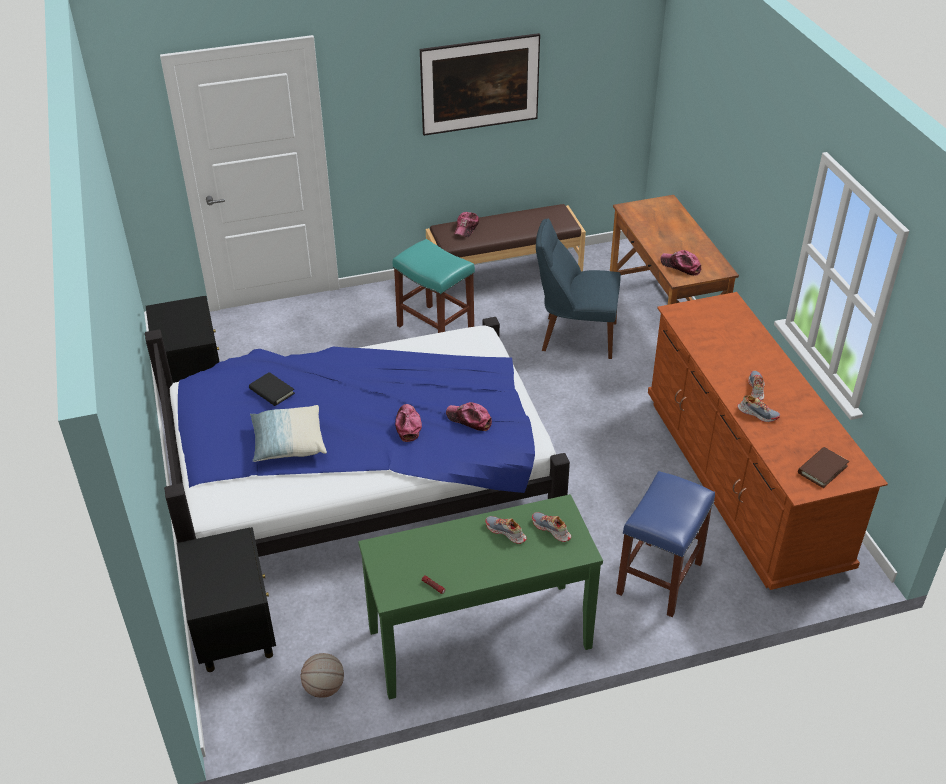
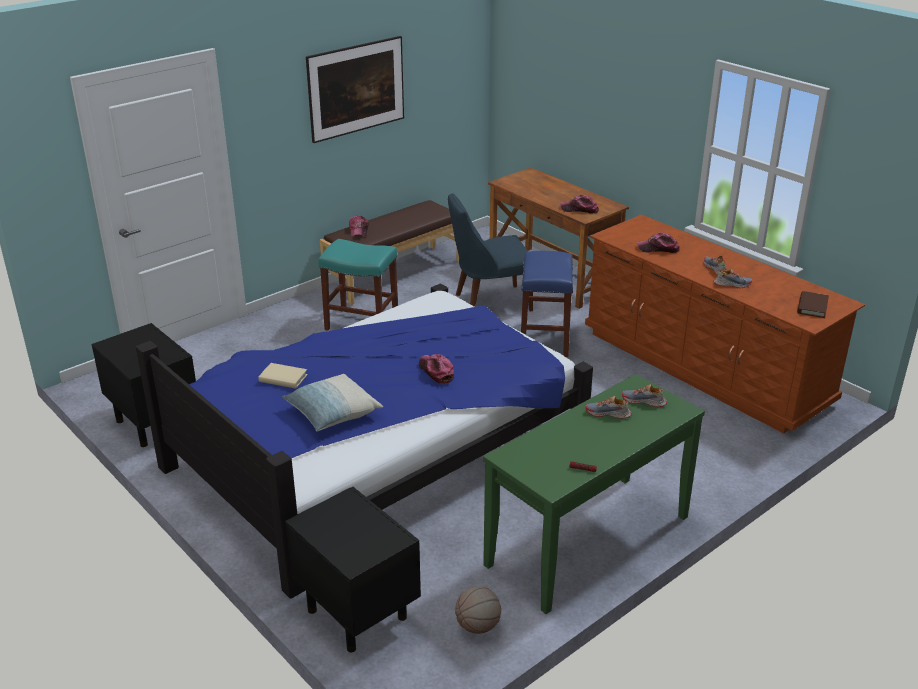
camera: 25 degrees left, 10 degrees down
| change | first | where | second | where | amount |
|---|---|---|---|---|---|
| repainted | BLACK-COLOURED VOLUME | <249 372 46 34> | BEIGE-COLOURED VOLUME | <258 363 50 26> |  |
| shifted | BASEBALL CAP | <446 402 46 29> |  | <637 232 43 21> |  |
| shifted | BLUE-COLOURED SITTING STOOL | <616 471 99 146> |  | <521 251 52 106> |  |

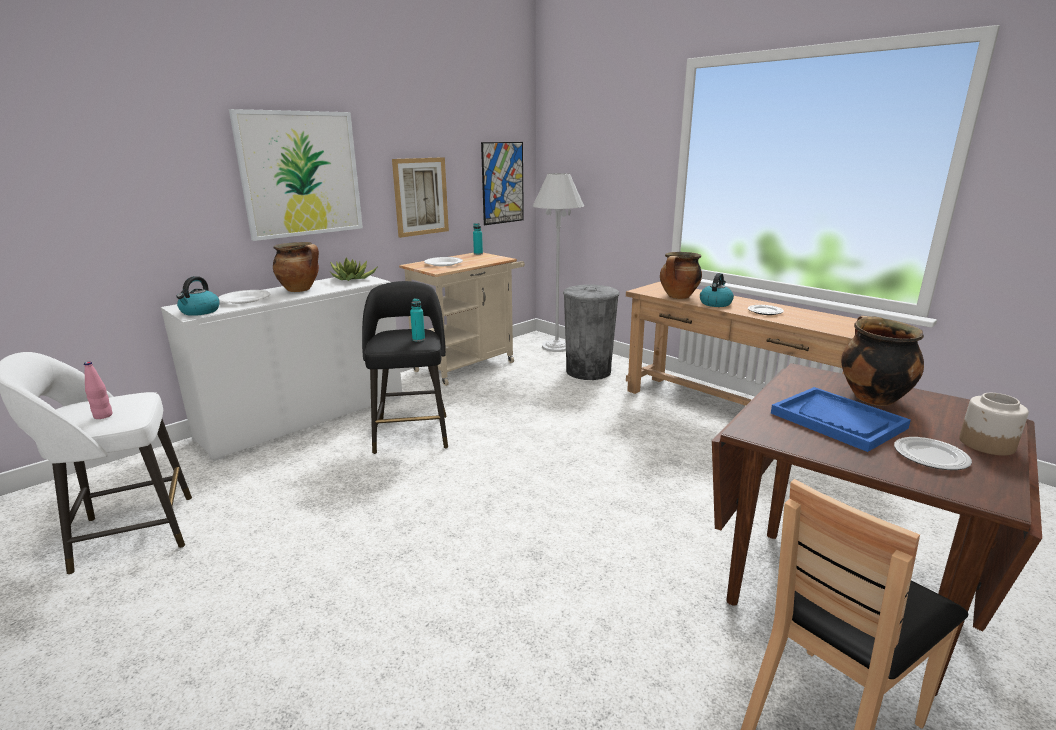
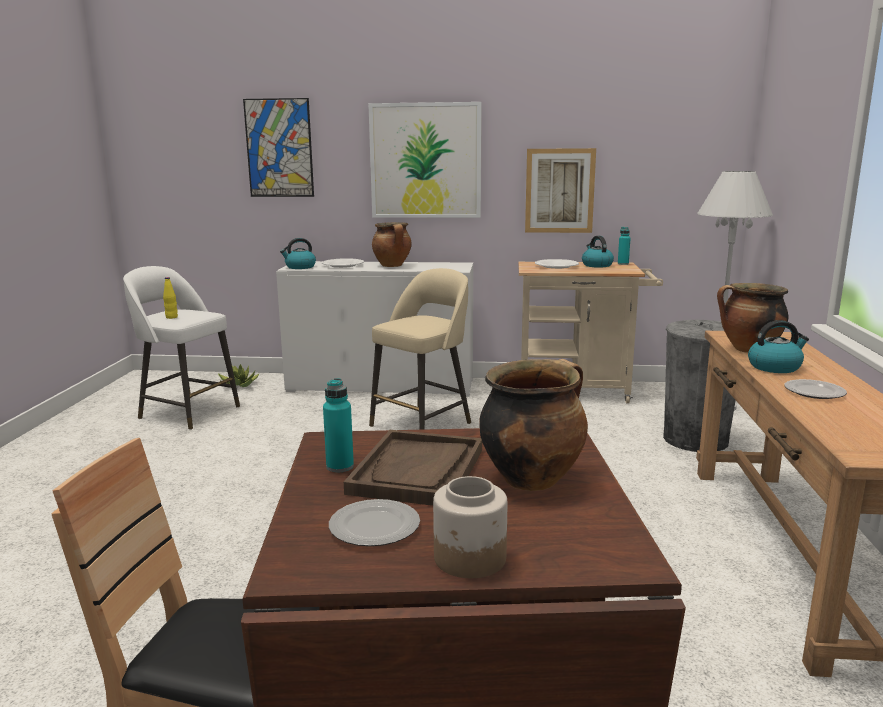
camera: 50 degrees right, 5 degrees down
| change | first | where | second | where | amount |
|---|---|---|---|---|---|
| repainted | PINK-COLOURED BEVERAGE BOTTLE | <84 362 28 57> | YELLOWISH BEVERAGE BOTTLE | <163 277 15 42> |  |
| shifted | POTTED PLANT | <330 258 48 23> |  | <218 364 42 23> |  |
| repainted | BLACK-COLOURED SITTING STOOL | <362 281 86 173> | BEIGE-COLOURED SITTING STOOL | <369 268 102 162> |  |
| shifted | TURQUOISE-COLOURED BEVERAGE BOTTLE | <410 298 15 44> |  | <323 378 31 94> |  |
| shifted | WALL PICTURE | <481 142 43 83> |  | <243 98 71 99> |  |
| repainted | BLUE-COLOURED CARRYING TRAY | <771 387 140 65> | BROWN CARRYING TRAY | <344 430 138 76> |  |
| new |  |  | KETTLE | <582 236 32 32> |  |

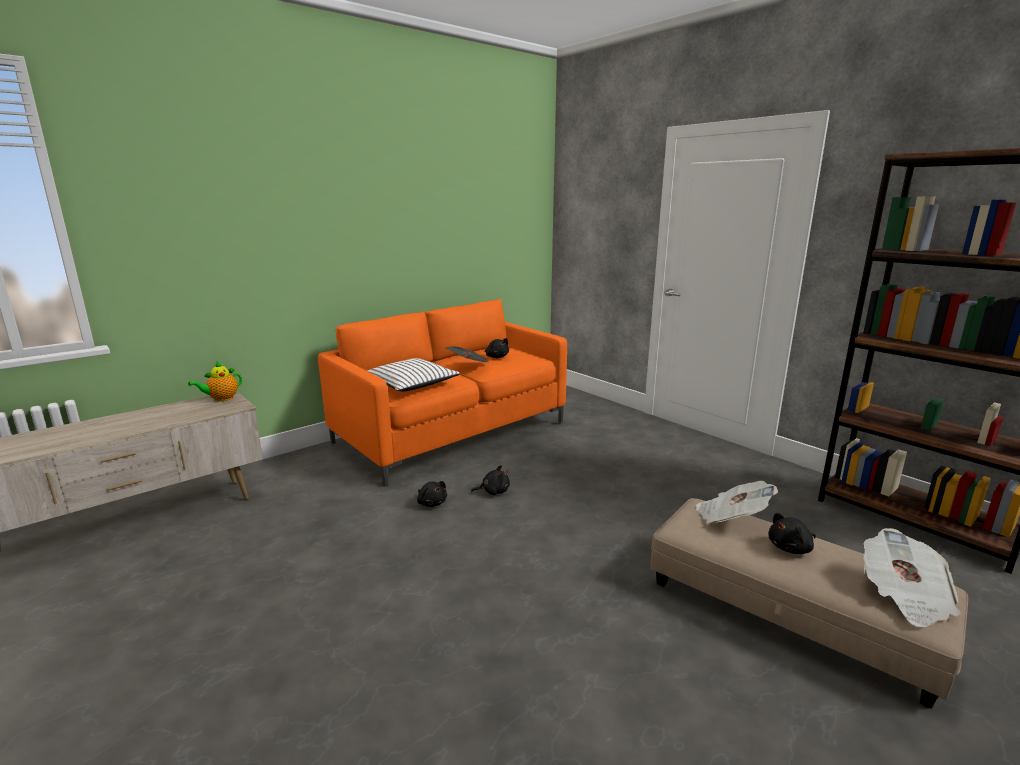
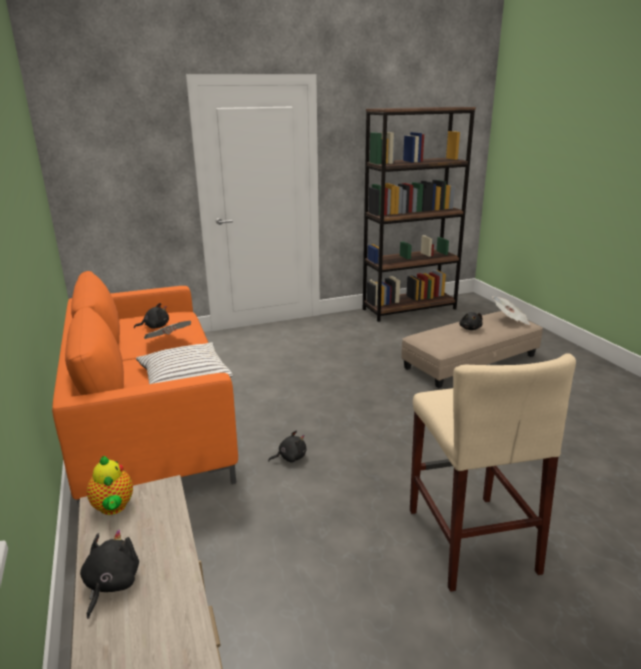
camera: 70 degrees left, 5 degrees up
| change | first | where | second | where | amount |
|---|---|---|---|---|---|
| shifted | BLACK-COLOURED CUDDLY TOY | <471 465 39 30> |  | <80 529 59 90> |  |
| gone | PRINTED PAPER | <695 481 83 43> |  |  |  |
| new |  |  | BEIGE-COLOURED SITTING STOOL | <410 354 166 238> |  |

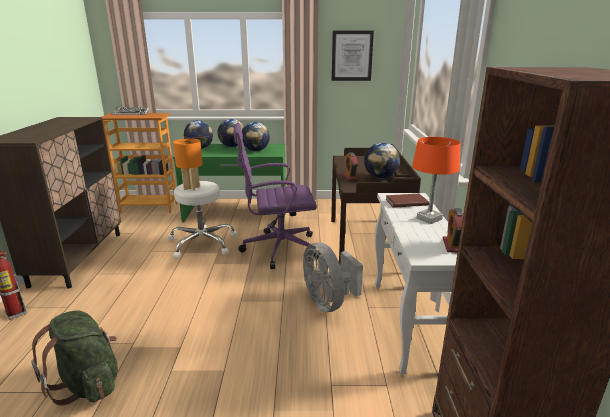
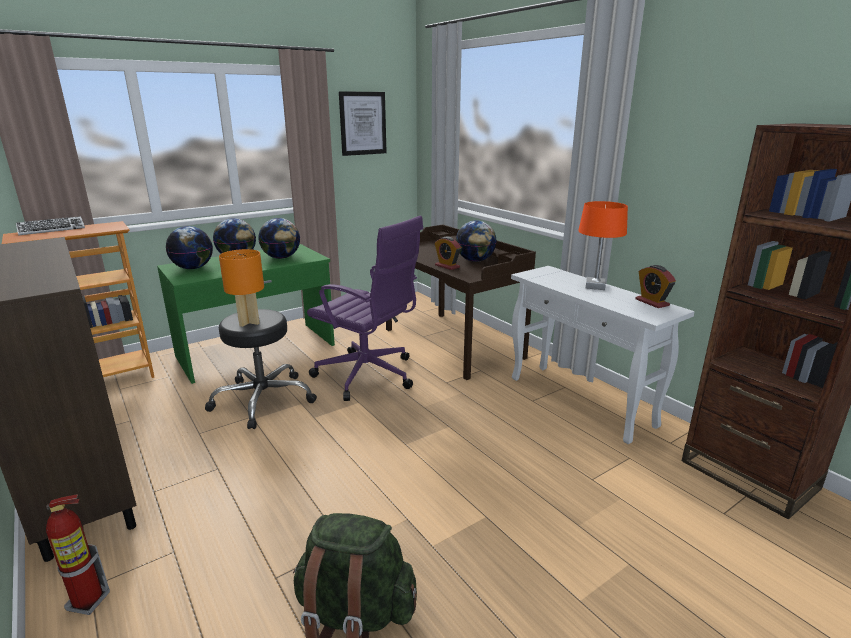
camera: 35 degrees left, 0 degrees up
| change | first | where | second | where | amount |
|---|---|---|---|---|---|
| repainted | WHITISH SITTING STOOL | <168 181 70 78> | BLACK-COLOURED SITTING STOOL | <205 309 112 120> |  |
| rotated | PURPLE-COLOURED COMPUTER CHAIR | <234 123 87 146> |  | <307 216 116 185> | 105 degrees counterclockwise |
| gone | GREYISH FAN | <303 242 60 70> |  |  |  |
| gone | BROWN VOLUME | <385 194 44 14> |  |  |  |

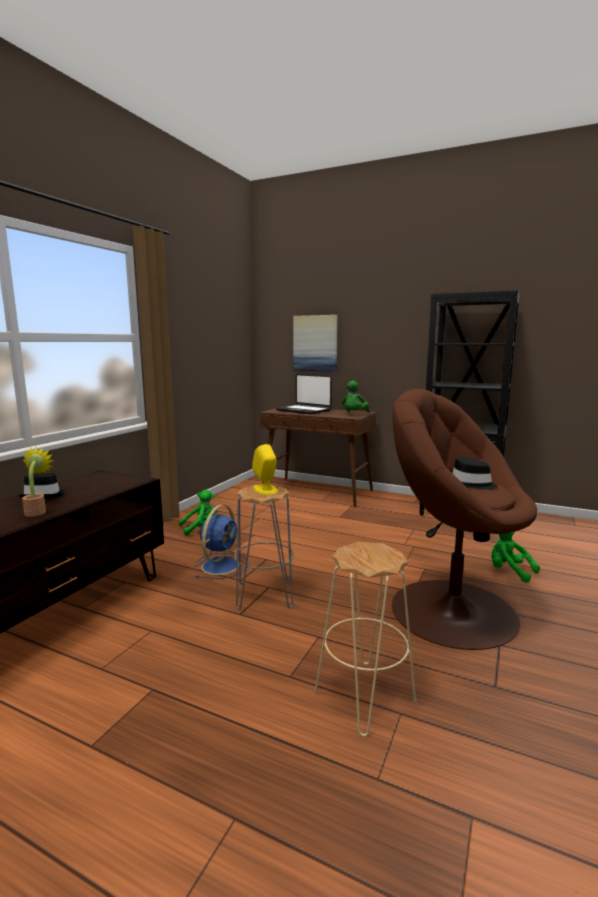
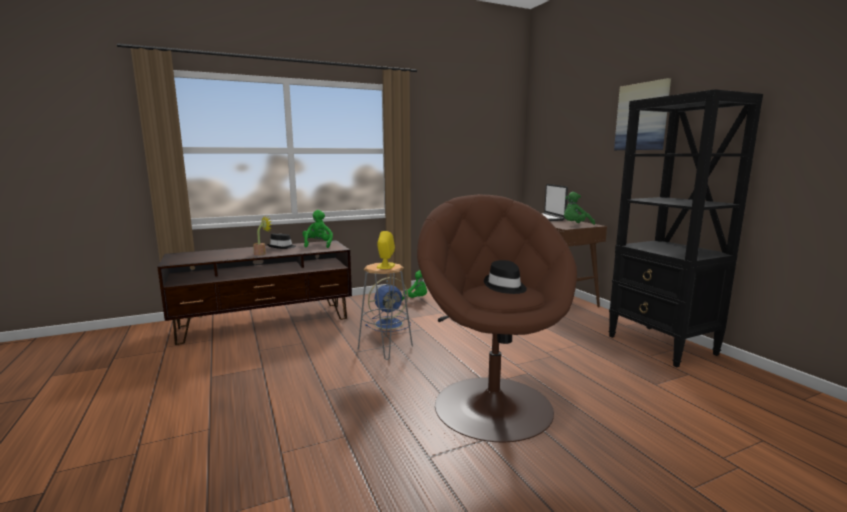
camera: 40 degrees right, 0 degrees up
| change | first | where | second | where | amount |
|---|---|---|---|---|---|
| shifted | WALL PICTURE | <293 315 45 57> |  | <614 78 57 72> |  |
| gone | BEIGE-COLOURED SITTING STOOL | <315 542 101 195> |  |  |  |
| shifted | GREEN CUDDLY TOY | <491 532 49 50> |  | <302 210 31 38> |  |

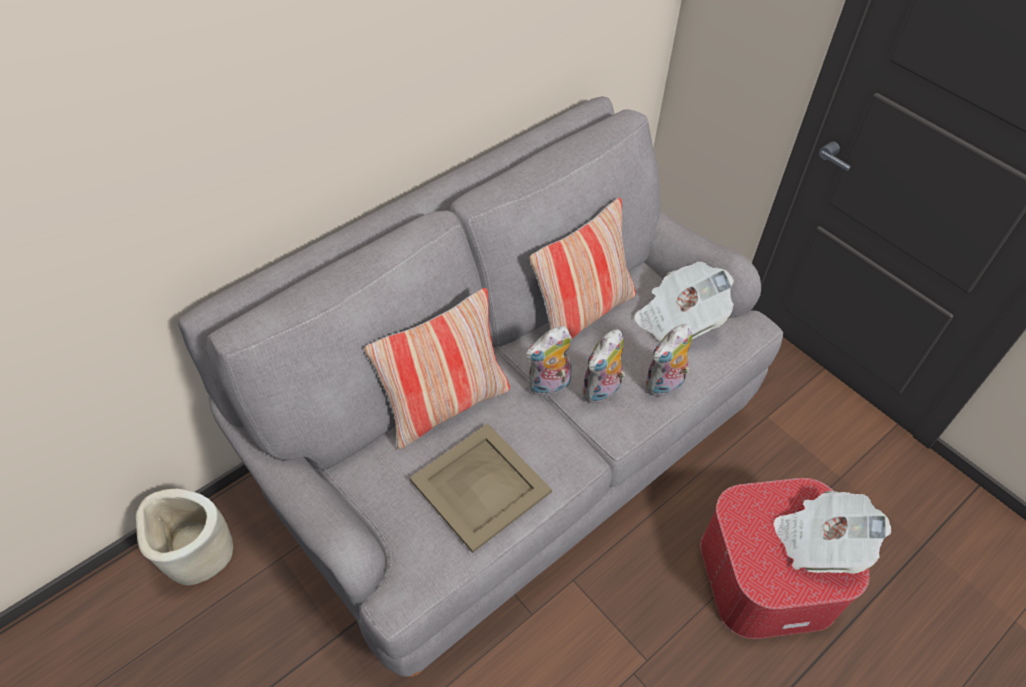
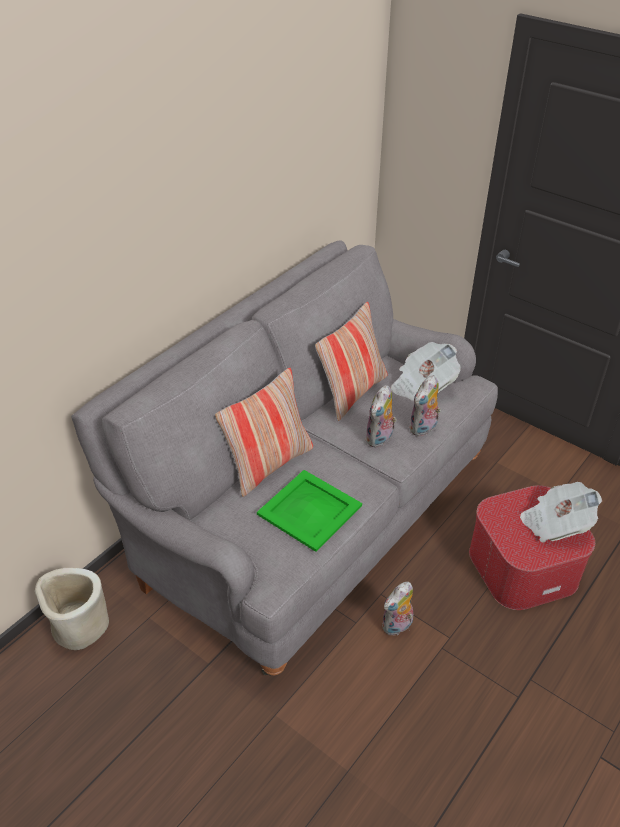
camera: 10 degrees left, 10 degrees down
| change | first | where | second | where | amount |
|---|---|---|---|---|---|
| repainted | BEIGE-COLOURED CARRYING TRAY | <410 424 142 129> | GREEN CARRYING TRAY | <257 470 105 82> |  |
| shifted | CUDDLY TOY | <525 326 47 71> |  | <382 582 31 54> |  |

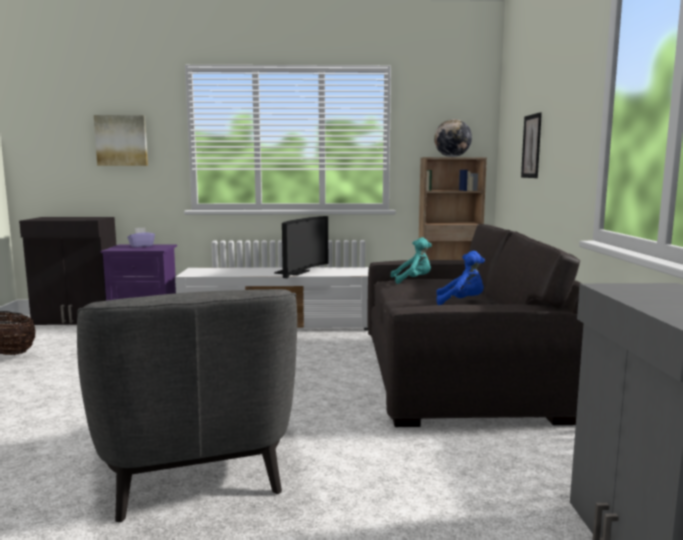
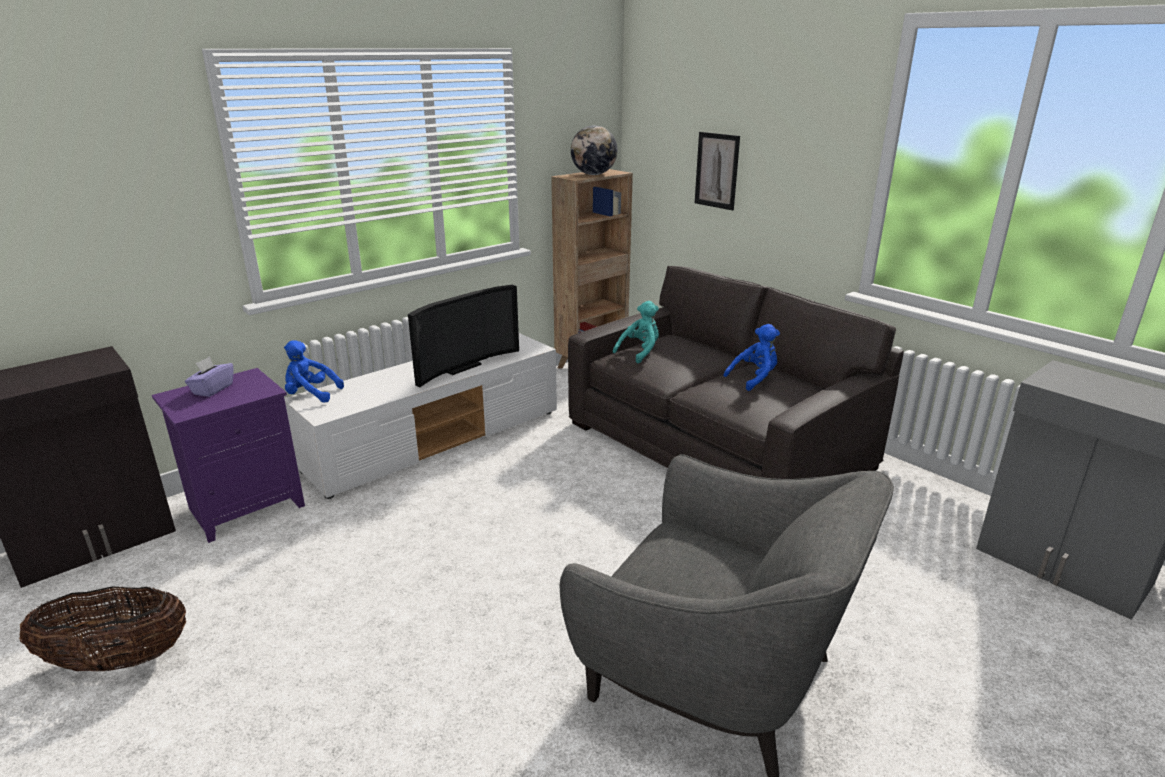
camera: 40 degrees left, 15 degrees up
| change | first | where | second | where | amount |
|---|---|---|---|---|---|
| gone | WALL PICTURE | <94 115 54 51> |  |  |  |
| rotated | TV | <274 216 54 62> |  | <408 285 111 103> | 60 degrees clockwise |
| new |  |  | BLUE-COLOURED CUDDLY TOY | <284 340 60 63> |  |

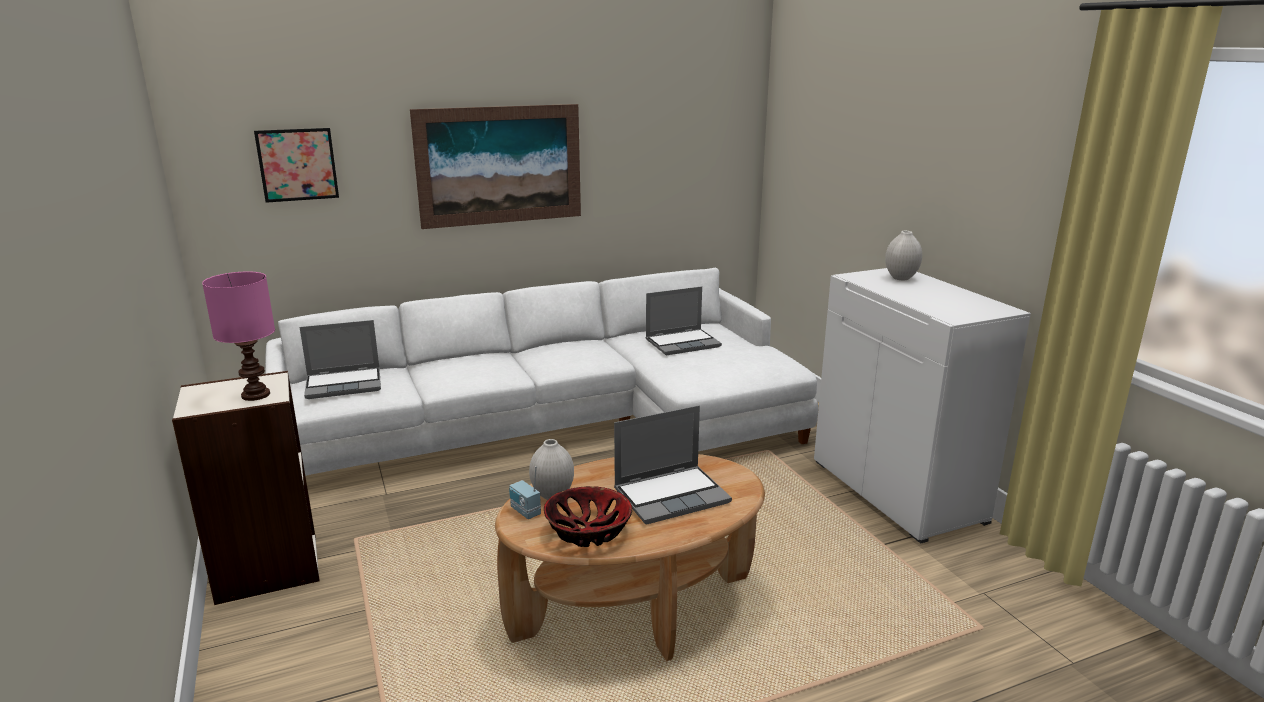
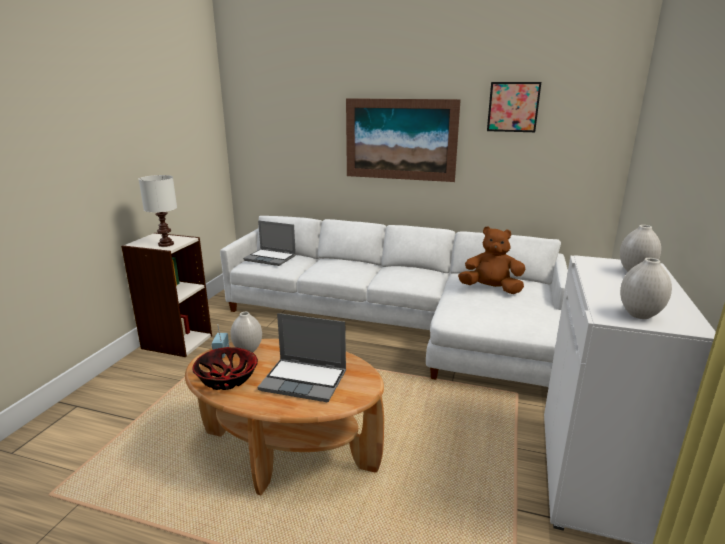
camera: 40 degrees right, 0 degrees up
| change | first | where | second | where | amount |
|---|---|---|---|---|---|
| repainted | PINK-COLOURED TABLE LAMP | <202 271 73 130> | WHITISH TABLE LAMP | <139 175 38 72> |  |
| shifted | WALL PICTURE | <254 128 85 75> |  | <487 82 54 50> |  |
| swapped | NOTEBOOK COMPUTER | <646 286 76 69> | BROWN CUDDLY TOY | <458 226 67 68> |  |
| new |  |  | WHITISH VASE | <620 258 52 61> |  |

